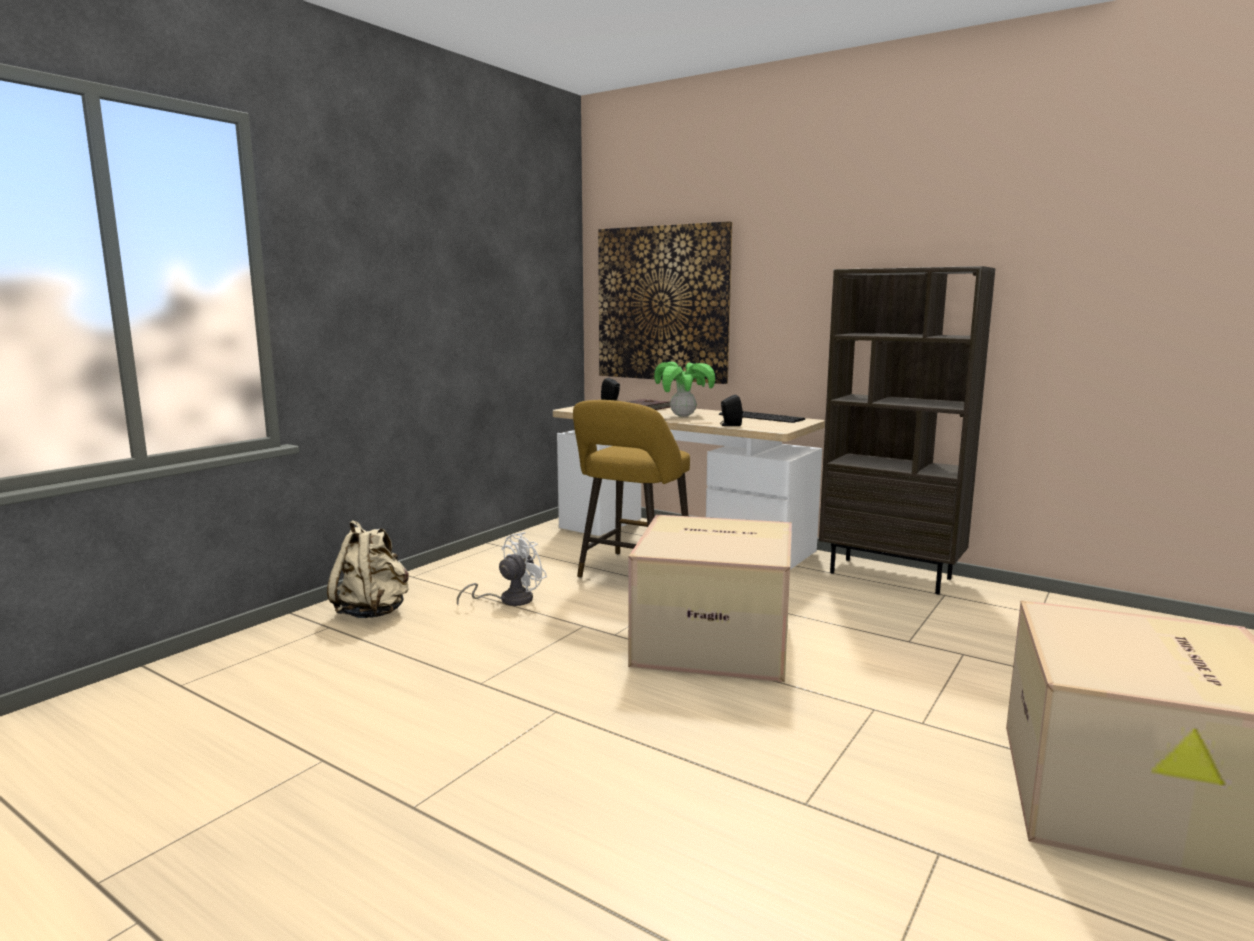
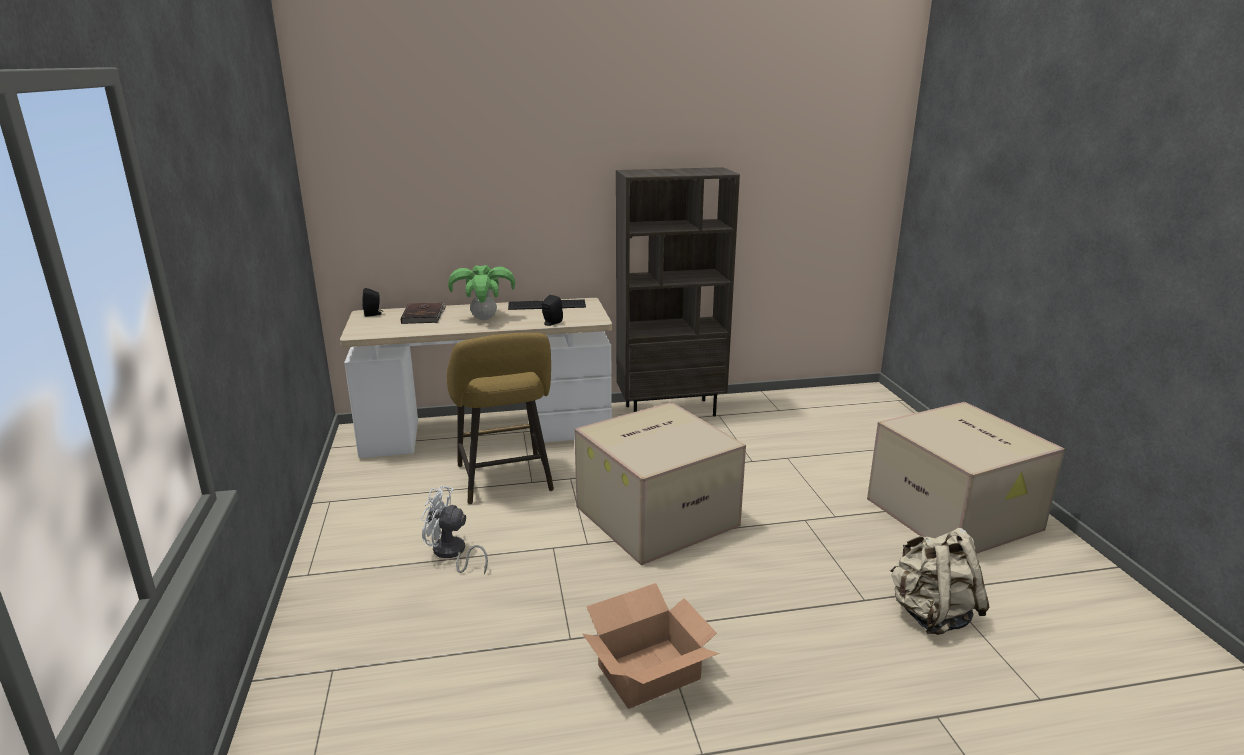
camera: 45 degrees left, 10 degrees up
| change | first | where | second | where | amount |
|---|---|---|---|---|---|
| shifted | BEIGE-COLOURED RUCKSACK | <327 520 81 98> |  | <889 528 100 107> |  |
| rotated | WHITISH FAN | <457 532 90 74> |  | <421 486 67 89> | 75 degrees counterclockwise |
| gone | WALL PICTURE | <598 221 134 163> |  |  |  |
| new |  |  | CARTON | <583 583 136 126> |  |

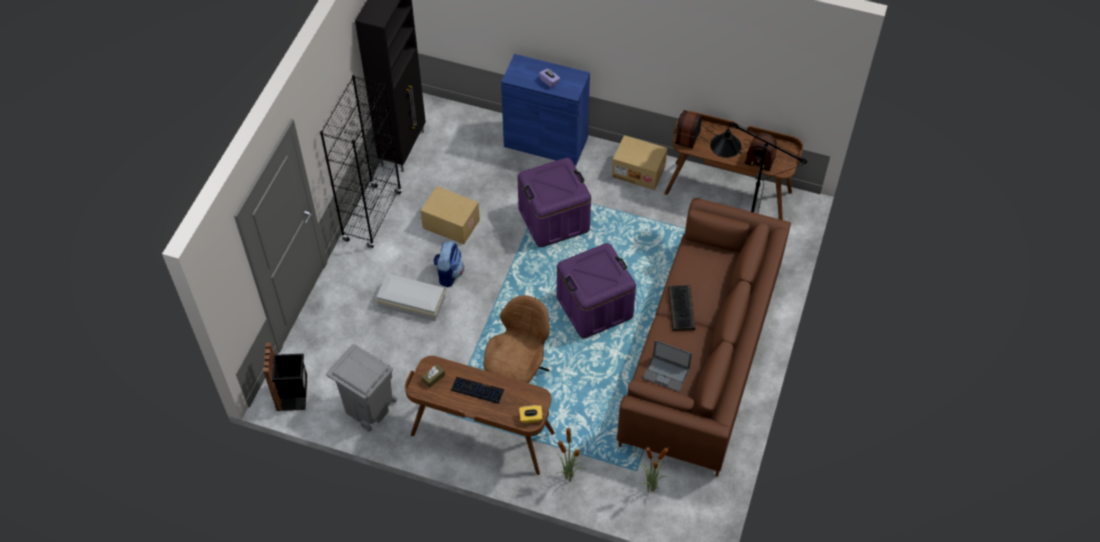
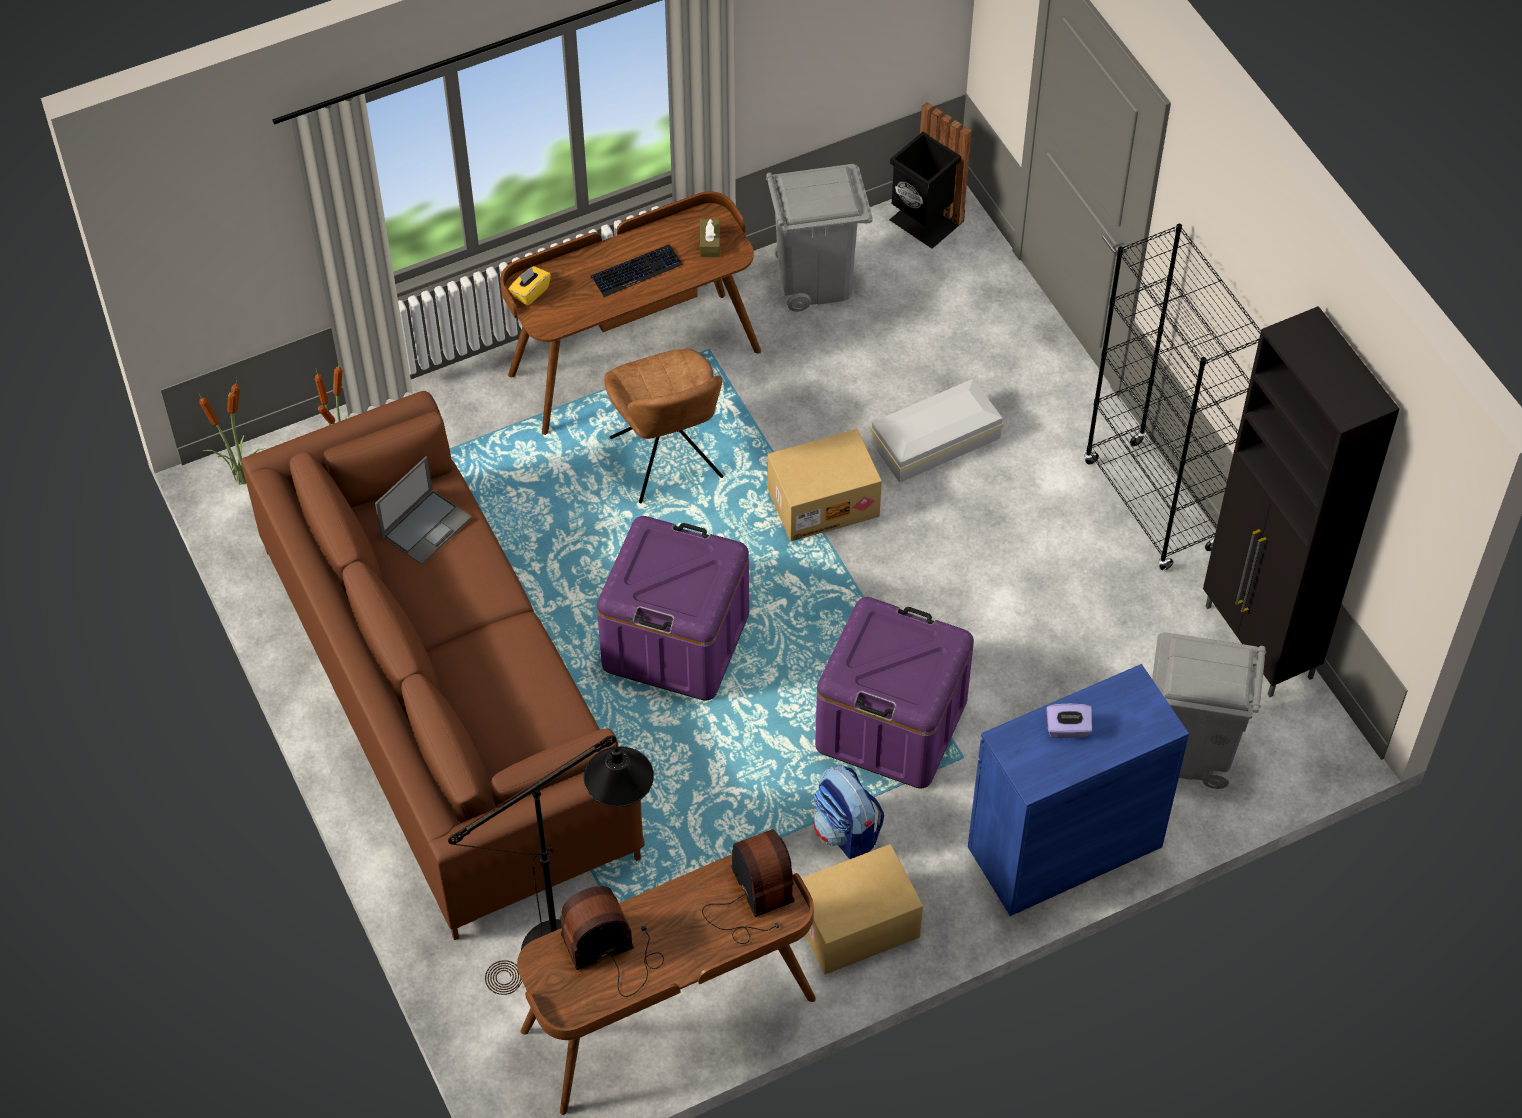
camera: 135 degrees right, 0 degrees up
| change | first | where | second | where | amount |
|---|---|---|---|---|---|
| shifted | CARTON | <420 186 60 58> |  | <768 429 114 112> |  |
| shifted | RUCKSACK | <433 241 31 47> |  | <814 765 70 94> |  |
| shifted | POTTED PLANT | <557 428 28 54> |  | <197 379 69 106> |  |
| rotated | NOTEBOOK COMPUTER | <643 340 49 52> |  | <375 456 97 109> | 150 degrees clockwise |
| gone | KEYBOARD | <668 285 28 46> |  |  |  |
| new |  |  | GREYISH RUBBISH BIN | <1152 632 114 157> |  |

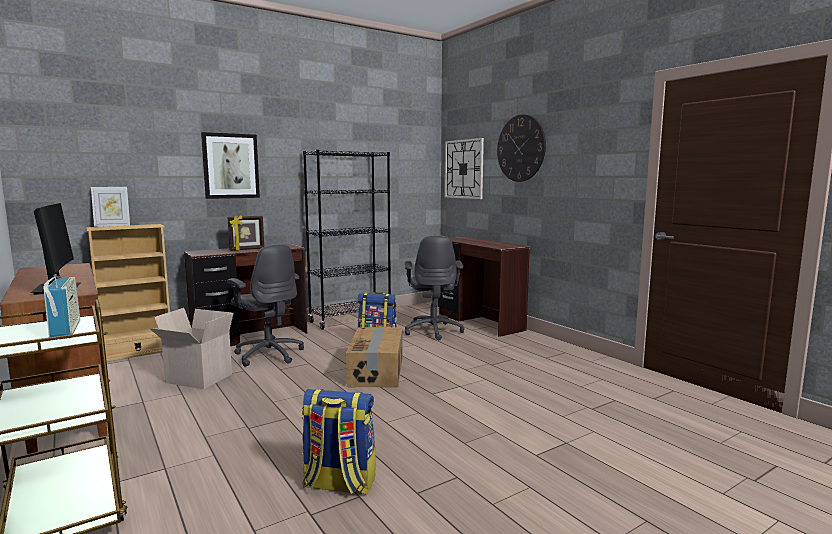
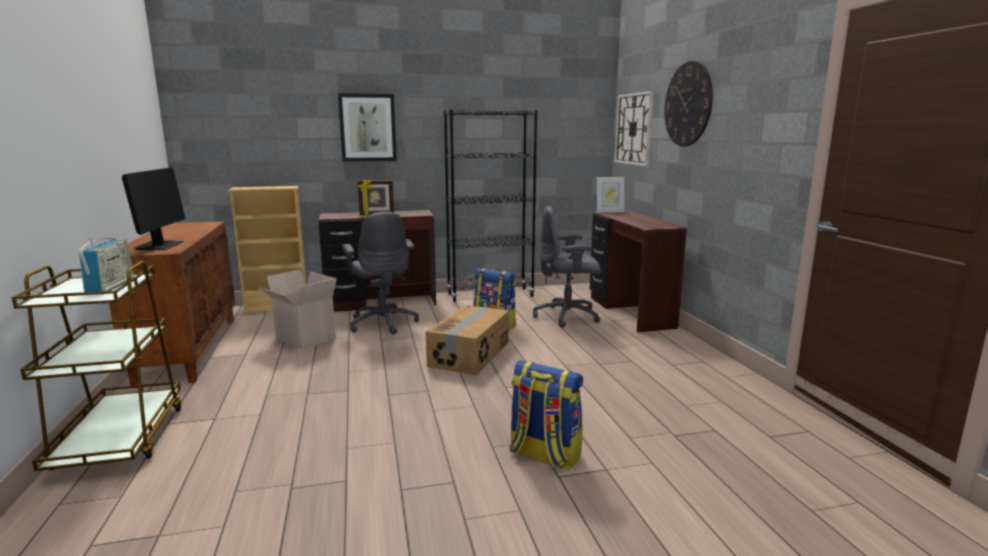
camera: 20 degrees right, 5 degrees up
| change | first | where | second | where | amount |
|---|---|---|---|---|---|
| shifted | STANDING FRAME | <91 187 39 40> |  | <597 177 27 36> |  |
| shifted | RUCKSACK | <301 389 75 106> |  | <510 360 73 111> |  |
| rotated | GREYISH COMPUTER CHAIR | <405 235 59 105> |  | <533 206 68 122> | 75 degrees clockwise |

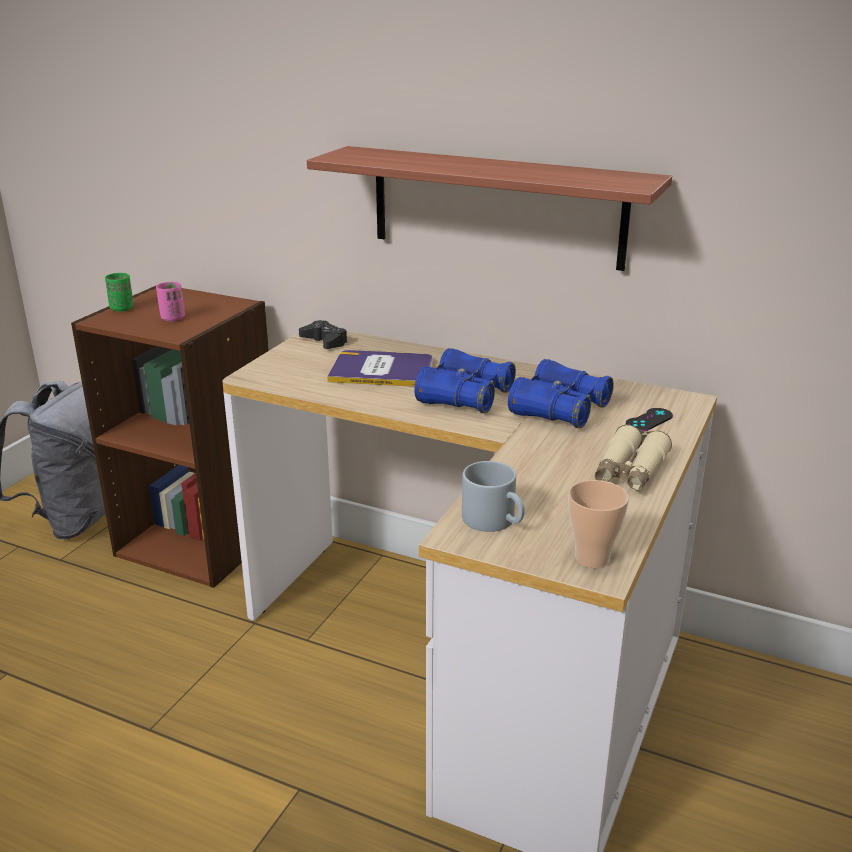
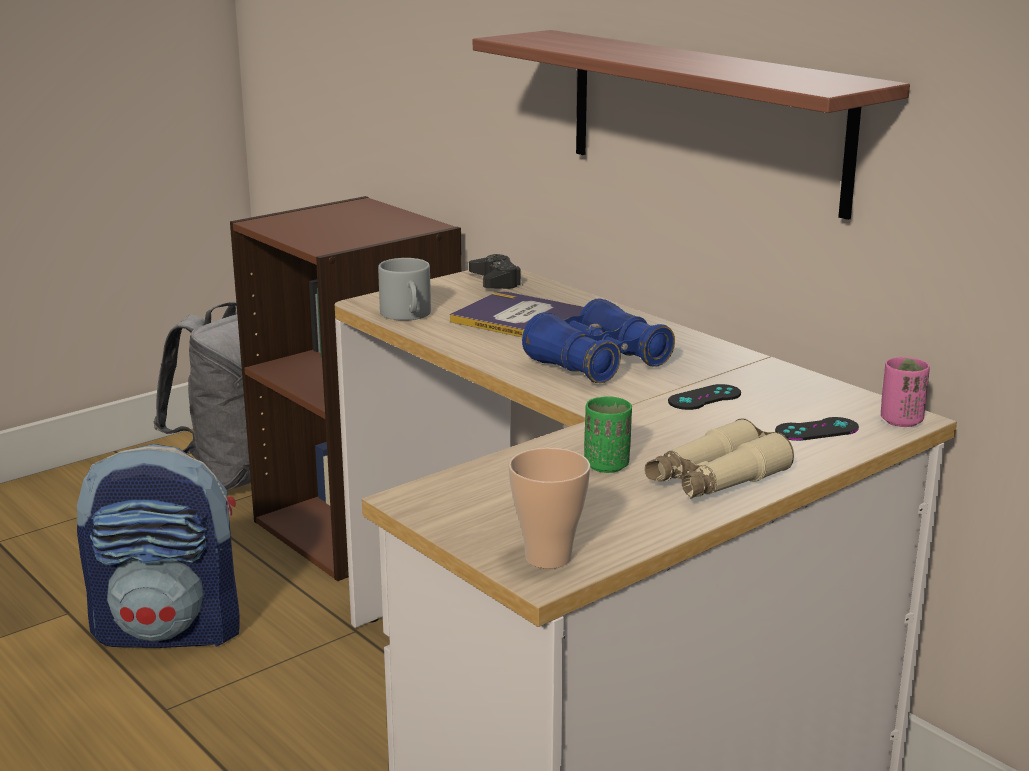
camera: 25 degrees right, 5 degrees down
| change | first | where | second | where | amount |
|---|---|---|---|---|---|
| shifted | GREEN CUP | <105 273 28 39> |  | <584 397 48 76> |  |
| shifted | PINK-COLOURED CUP | <156 282 29 39> |  | <881 357 49 70> |  |
| shifted | GREYISH MUG | <462 461 63 71> |  | <378 258 53 63> |  |
| swapped | BLUE-COLOURED PAIR OF BINOCULARS | <508 359 106 69> | BLACK-COLOURED GAME CONTROLLER | <668 384 73 26> |  |
| new |  |  | RUCKSACK | <77 444 163 204> |  |

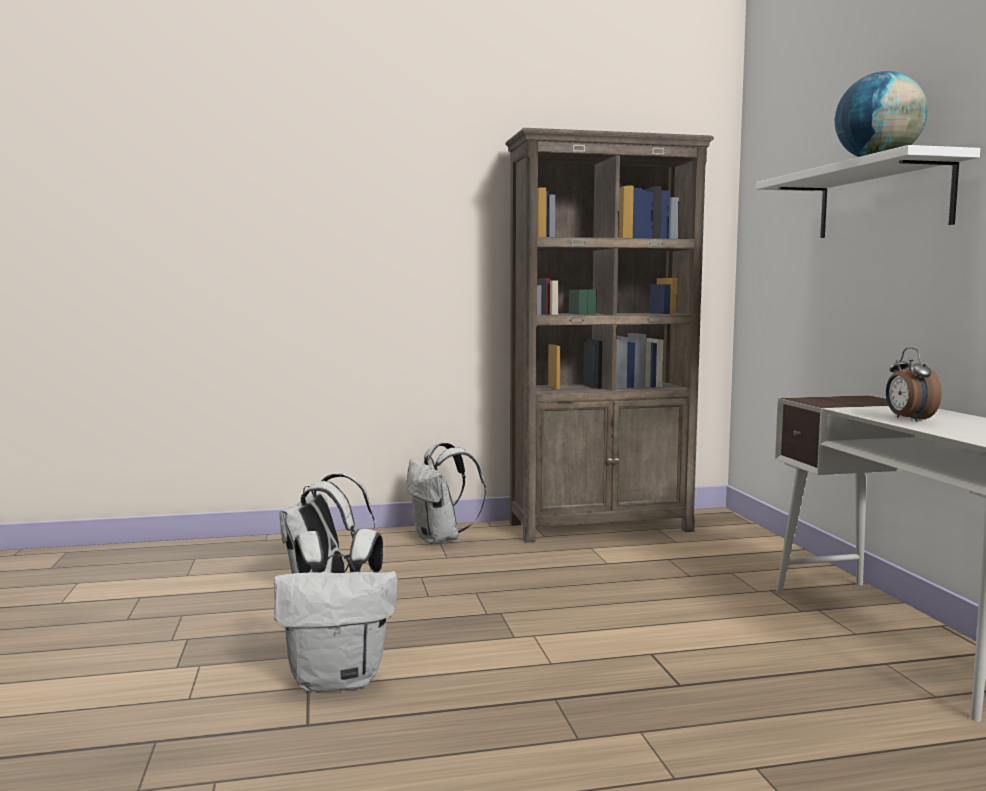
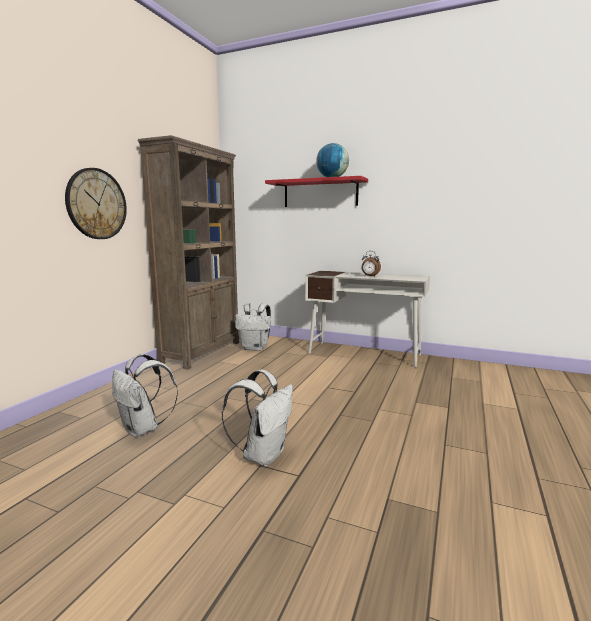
camera: 55 degrees left, 5 degrees up
| change | first | where | second | where | amount |
|---|---|---|---|---|---|
| shifted | WHITISH RUCKSACK | <407 442 79 102> |  | <235 303 36 48> |  |
| repainted | WHITISH WALL SHELF | <756 145 224 93> | RED-COLOURED WALL SHELF | <265 176 103 31> |  |
| new |  |  | HANGING CLOCK | <65 168 62 71> |  |

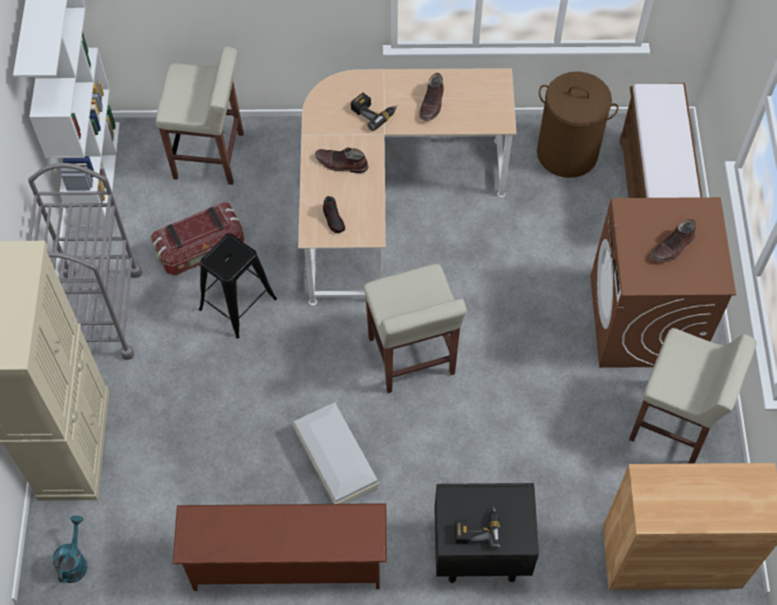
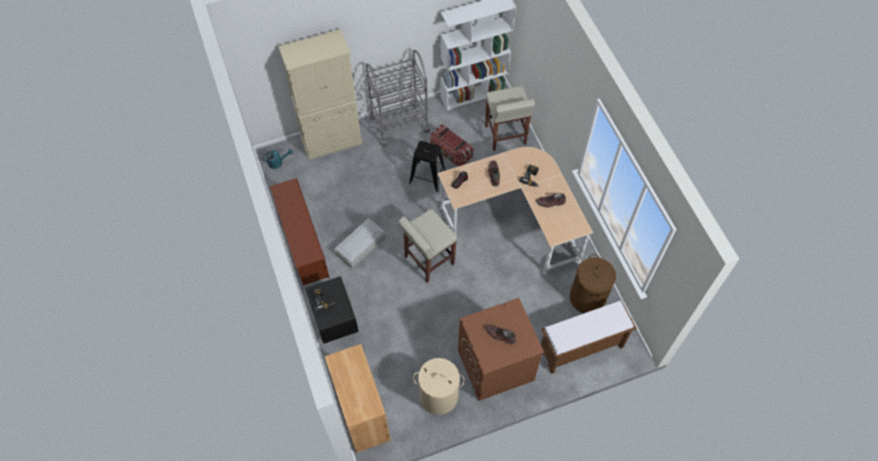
camera: 70 degrees right, 0 degrees up
| change | first | where | second | where | amount |
|---|---|---|---|---|---|
| swapped | BEIGE-COLOURED SITTING STOOL | <629 328 128 136> | BEIGE-COLOURED LAUNDRY BASKET | <413 358 52 57> |  |

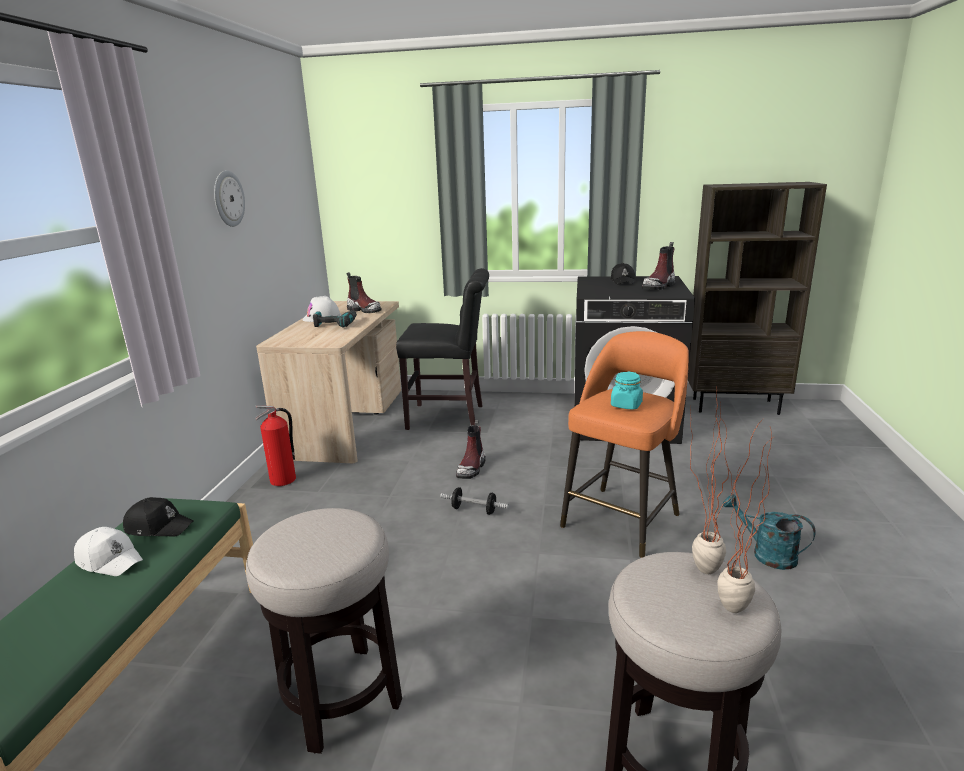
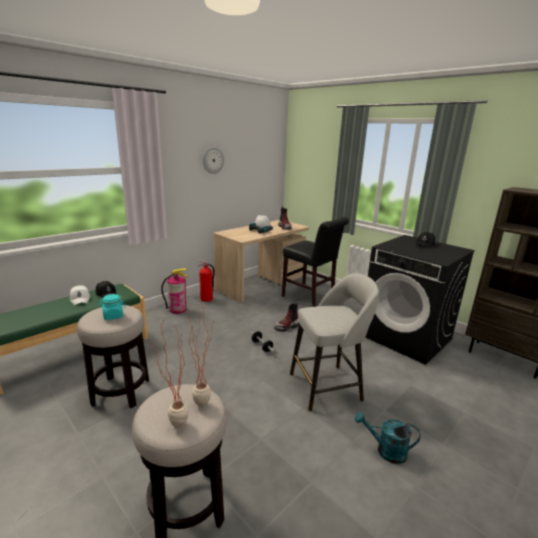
camera: 35 degrees right, 0 degrees up
| change | first | where | second | where | amount |
|---|---|---|---|---|---|
| repainted | ORANGE SITTING STOOL | <560 331 129 227> | GREYISH SITTING STOOL | <290 273 89 138> |  |
| shifted | TURQUOISE-COLOURED STORAGE JAR | <611 372 32 37> |  | <98 294 27 26> |  |
| gone | BOOT | <642 242 34 48> |  |  |  |
| rotated | TURQUOISE-COLOURED WATERING POT | <723 494 93 76> |  | <355 412 65 52> | 60 degrees counterclockwise |
| new |  |  | FIRE-FIGHTING CYLINDER | <161 268 27 46> |  |

